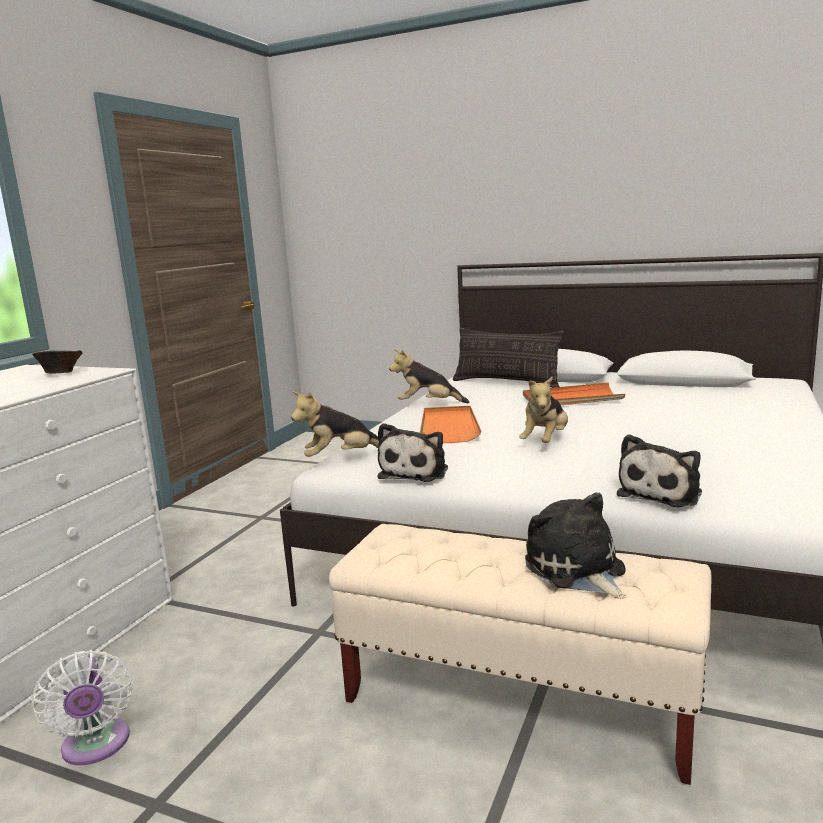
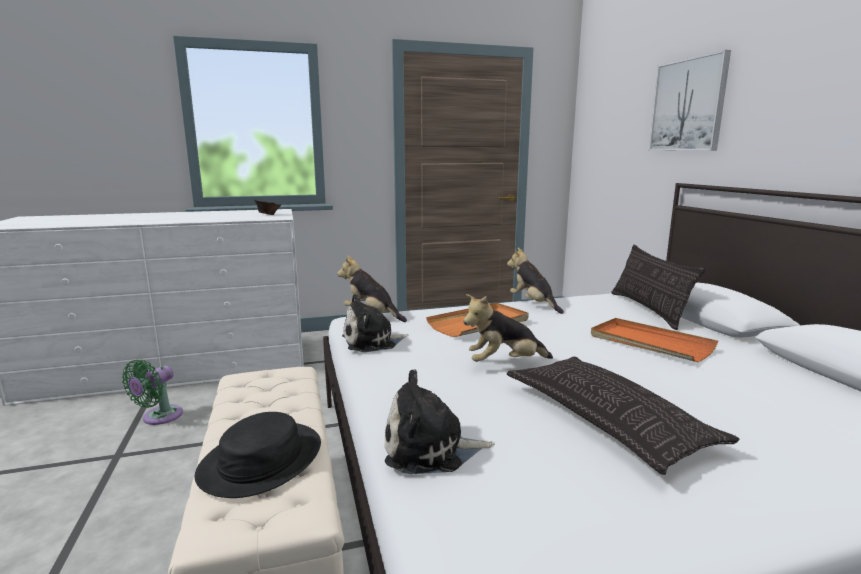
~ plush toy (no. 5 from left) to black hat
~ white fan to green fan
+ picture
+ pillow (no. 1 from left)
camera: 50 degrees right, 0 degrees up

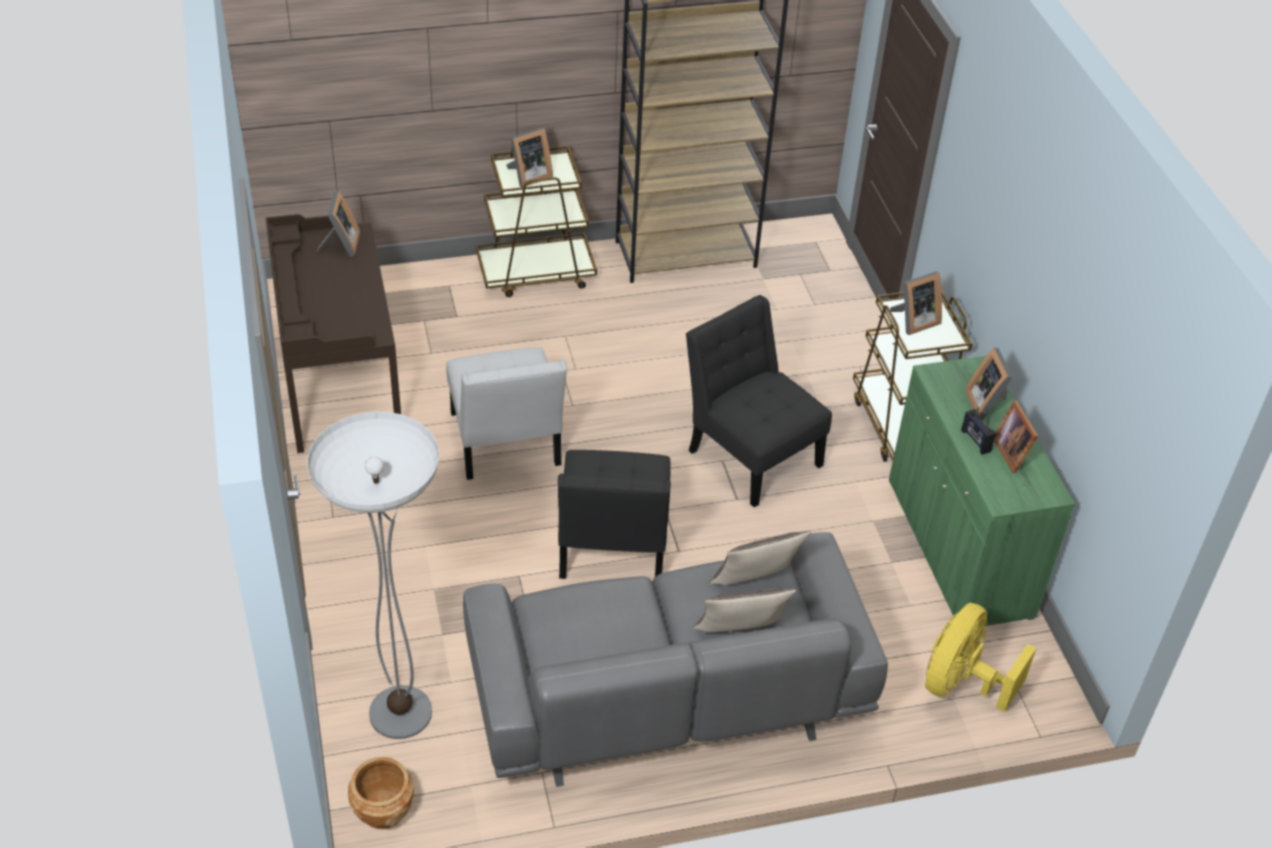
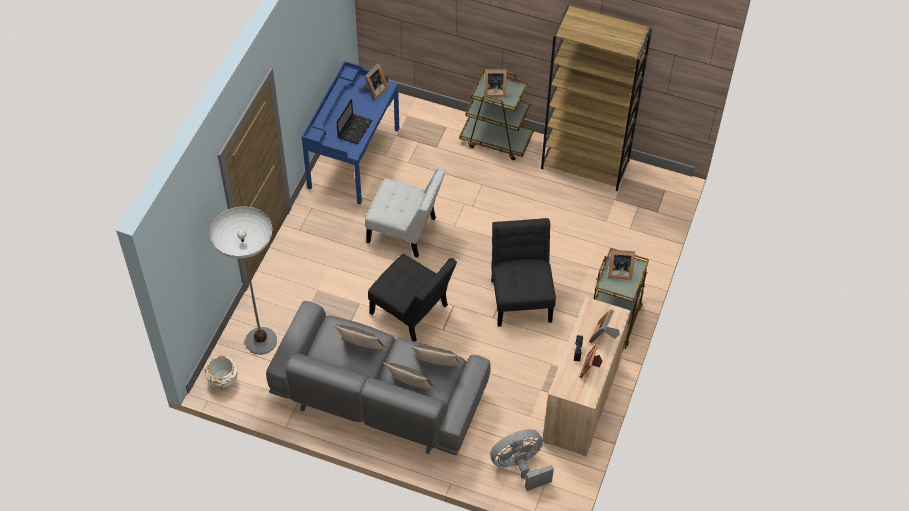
~ brown desk to blue desk
~ white chair 90 degrees counterclockwise
~ green cabinet to beige cabinet
~ black chair (no. 1 from left) 90 degrees counterclockwise
~ yellow fan to grey fan
~ brown planter to white planter
+ laptop
+ pillow (no. 1 from left)
camera: 35 degrees right, 10 degrees up

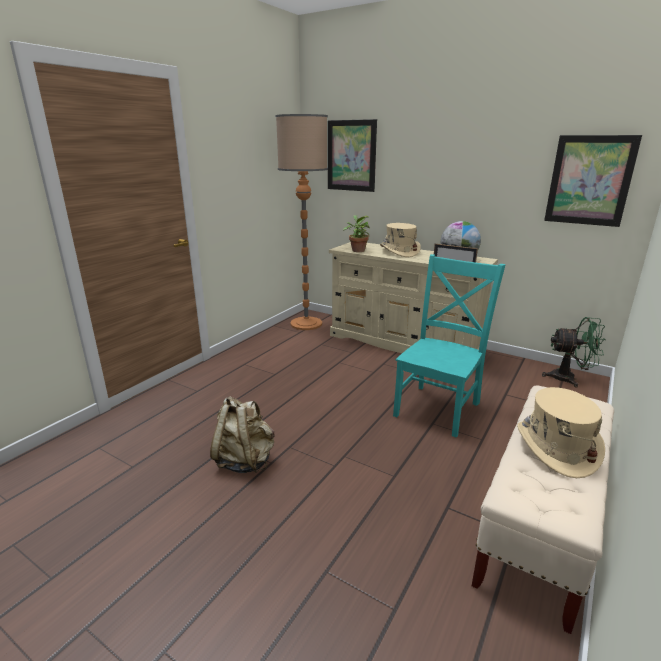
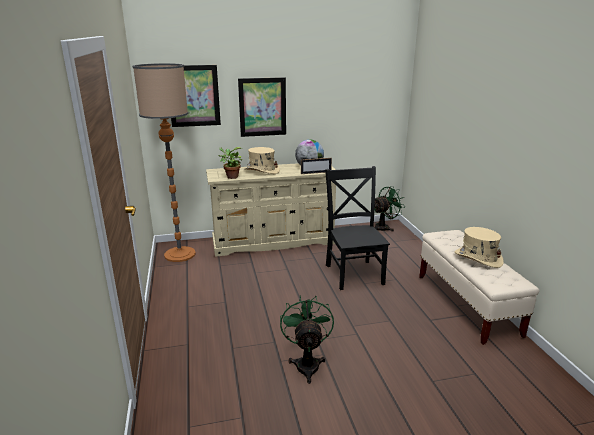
~ picture (no. 2 from left)
~ turquoise chair to black chair
~ beige backpack to green fan (no. 1 from left)
camera: 45 degrees left, 0 degrees up

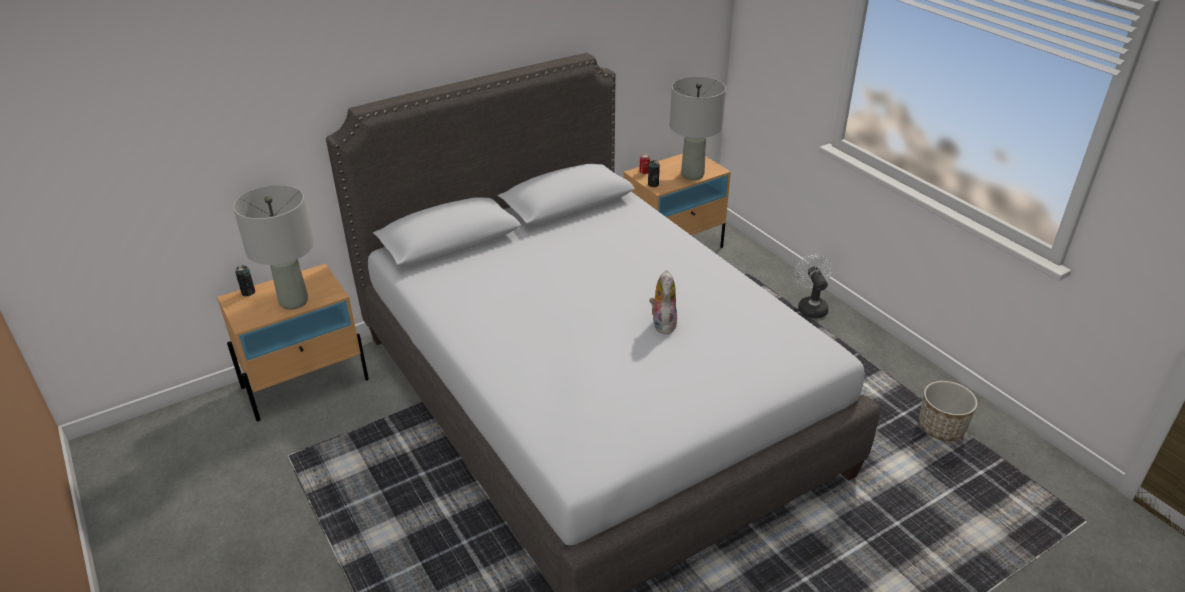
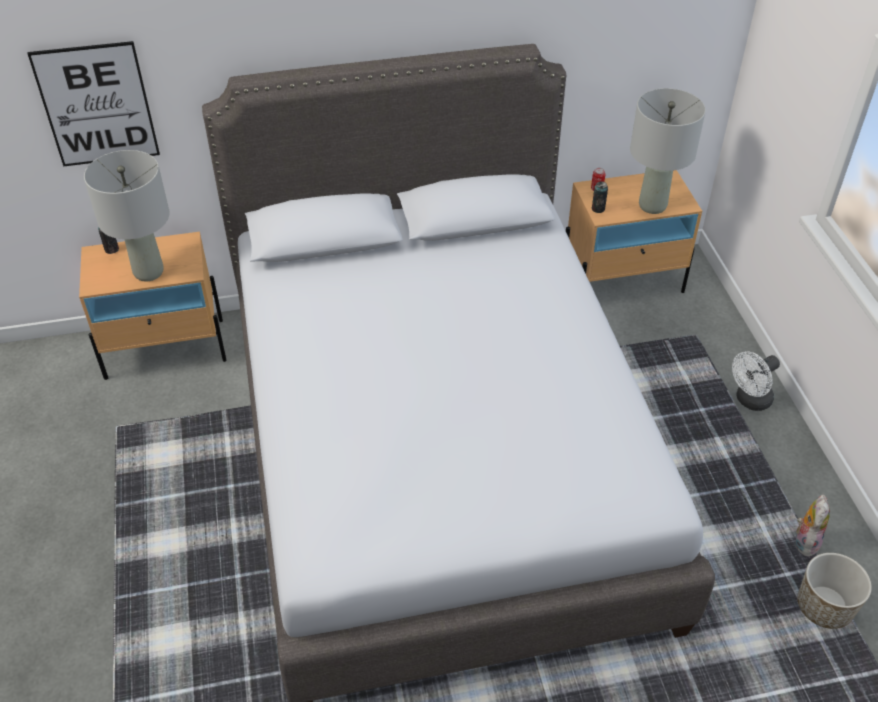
~ white fan 135 degrees counterclockwise
~ plush toy
+ picture
camera: 20 degrees right, 10 degrees up

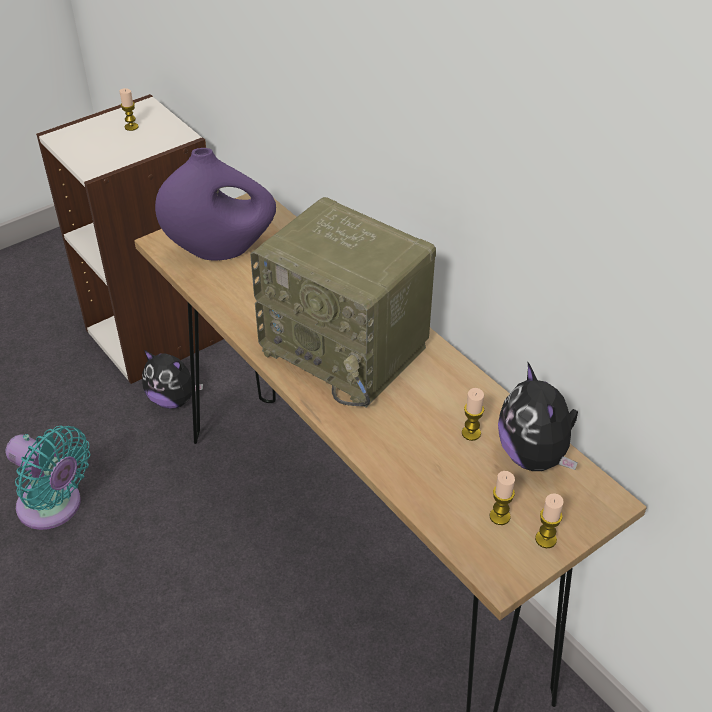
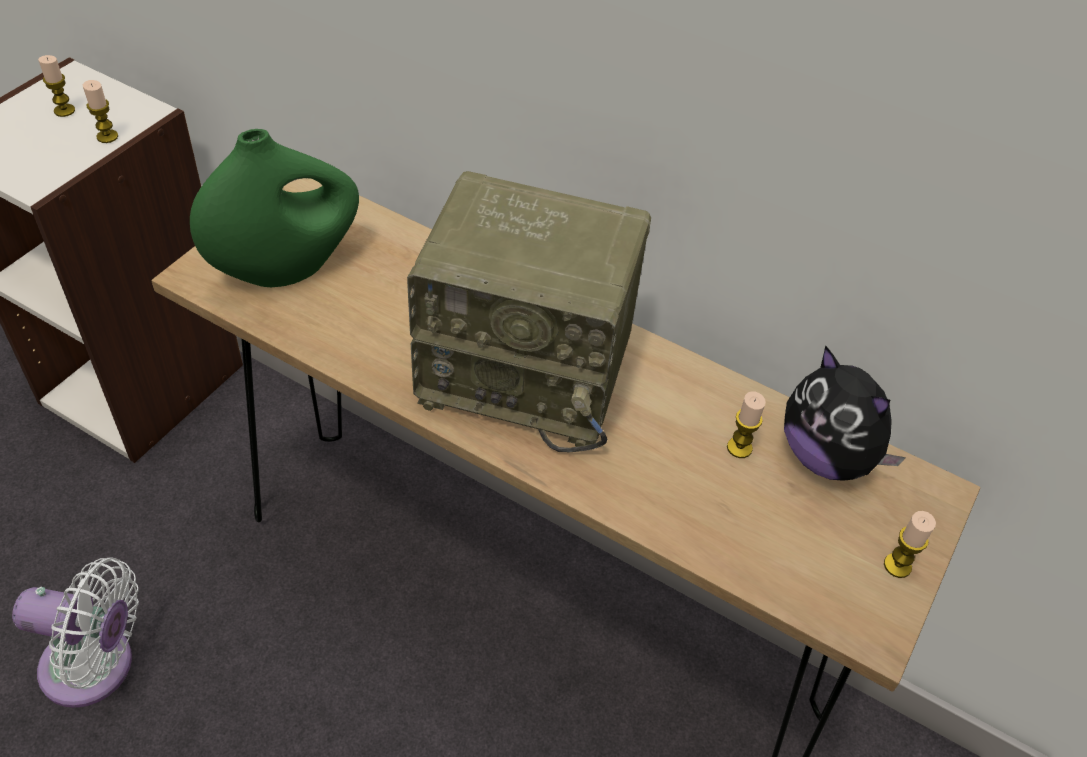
~ purple vase to green vase
- plush toy (no. 1 from left)
~ turquoise fan to white fan
~ candle (no. 3 from left in the first image) to candle (no. 2 from left)
camera: 25 degrees left, 5 degrees up

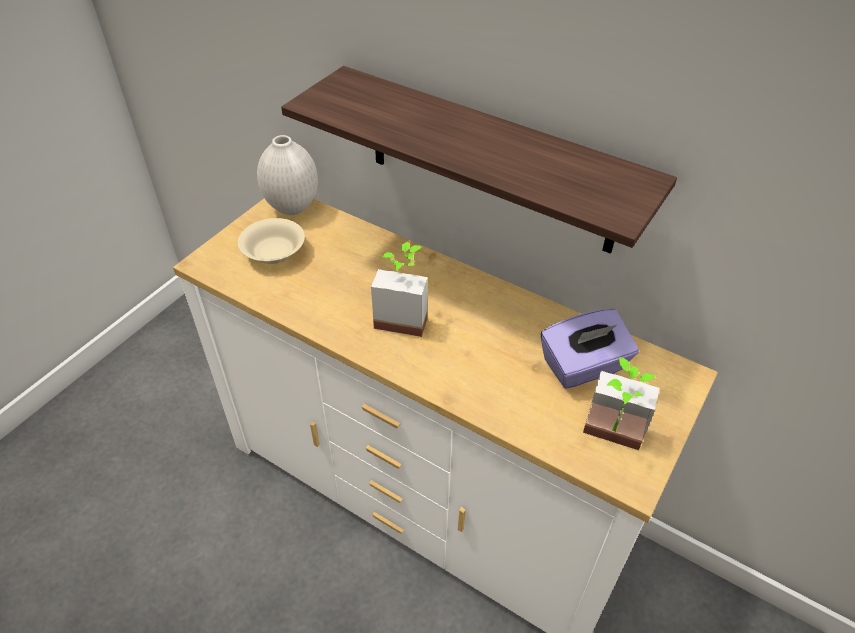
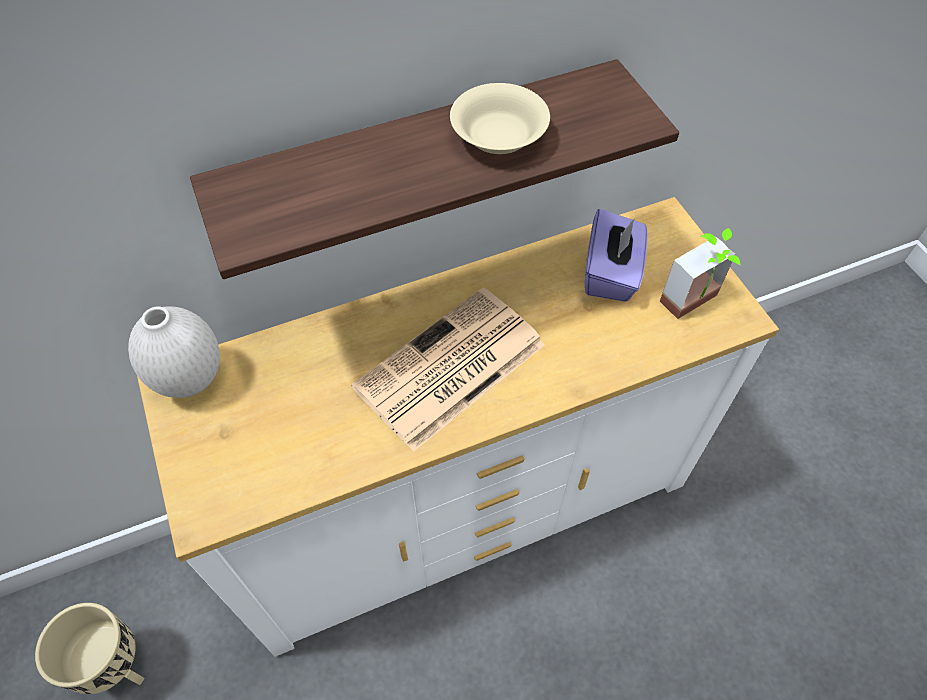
~ beige bowl
~ potted plant (no. 1 from left) to newspaper
+ beige planter
camera: 55 degrees left, 10 degrees up

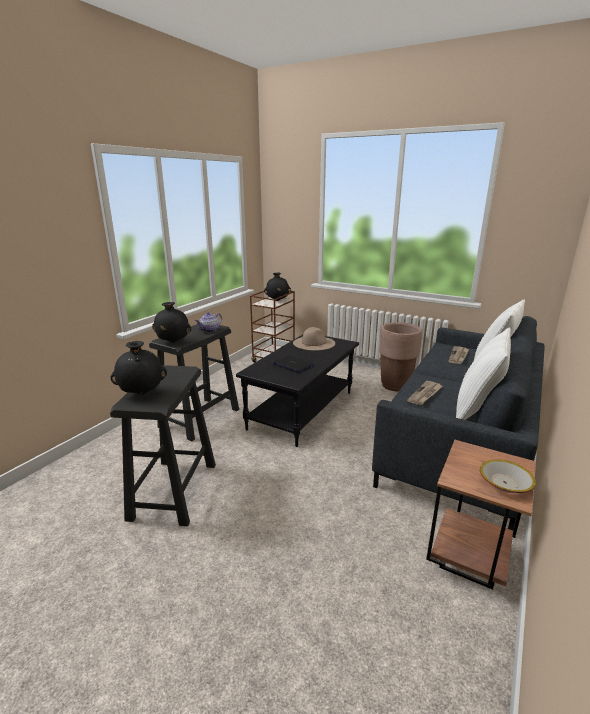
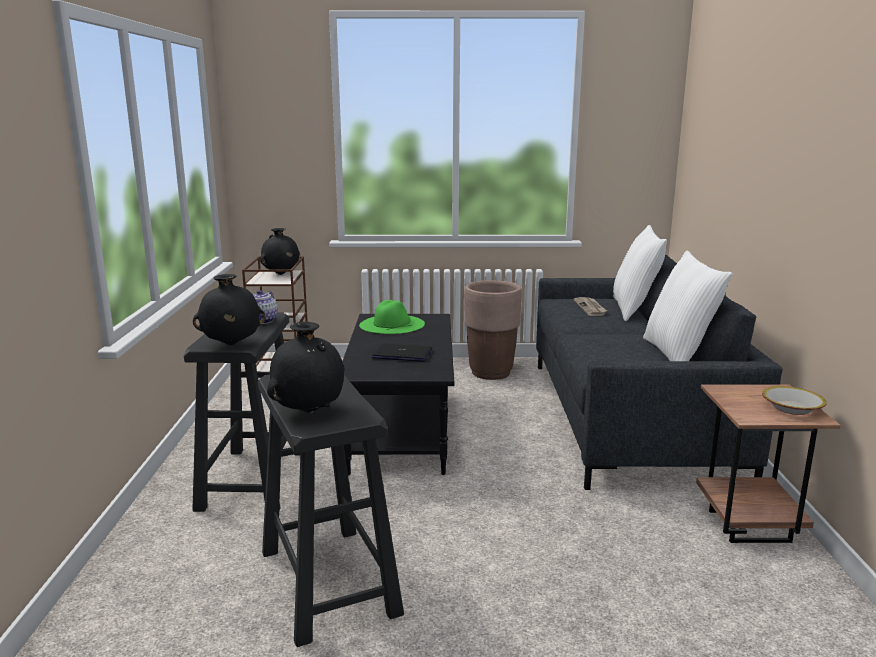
~ beige hat to green hat
- newspaper (no. 1 from left)
camera: 30 degrees left, 5 degrees down

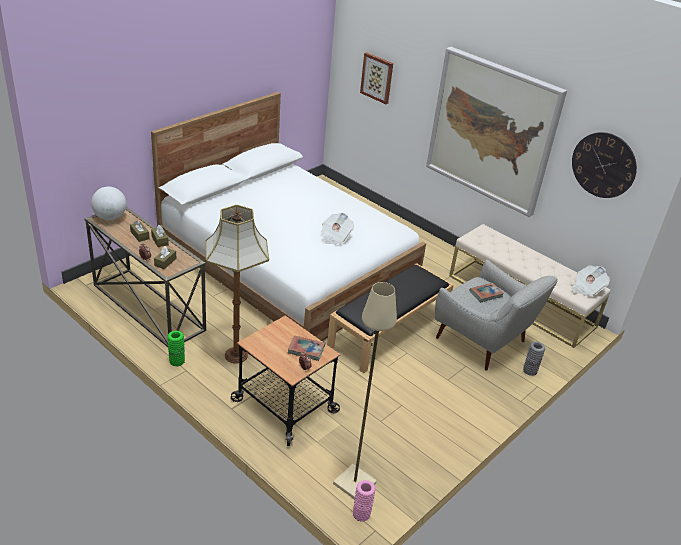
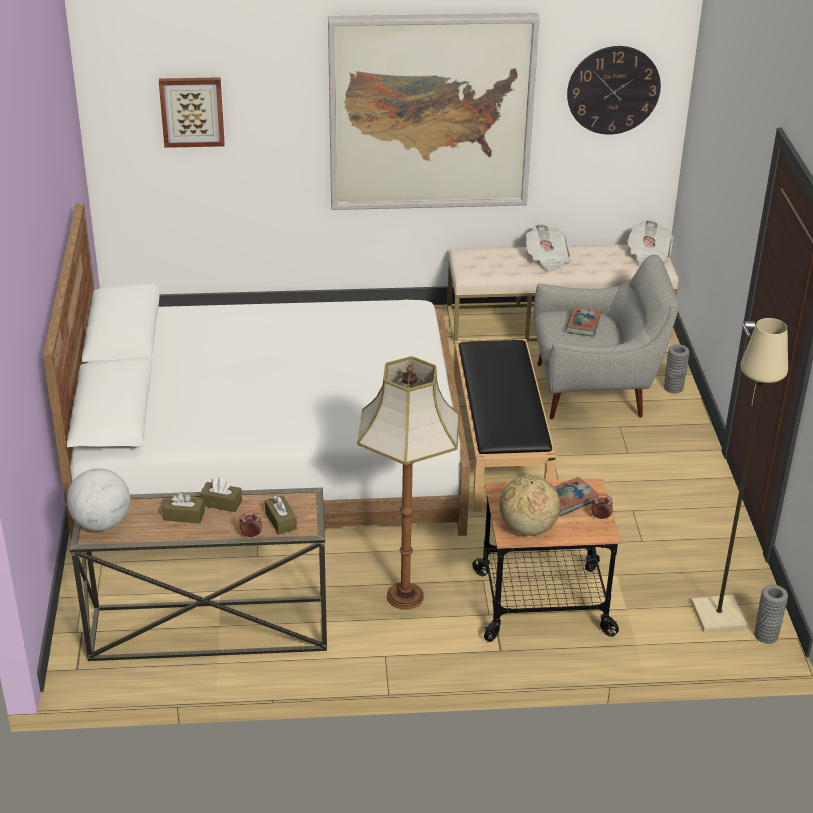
~ newspaper (no. 1 from left)
- green vase
~ pink vase to grey vase (no. 2 from left)
+ globe (no. 2 from left)
camera: 45 degrees left, 0 degrees up

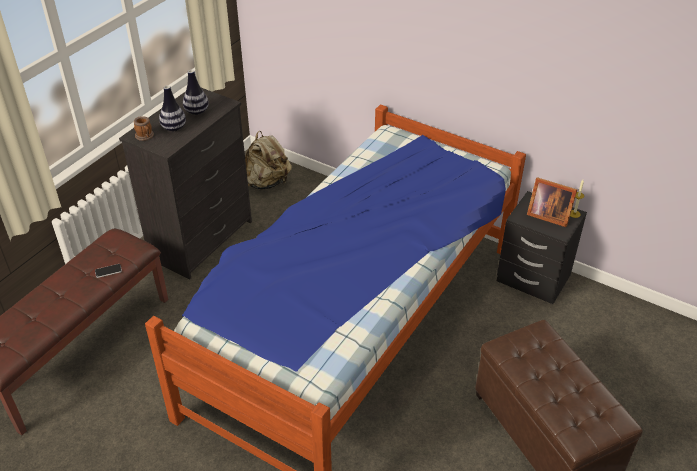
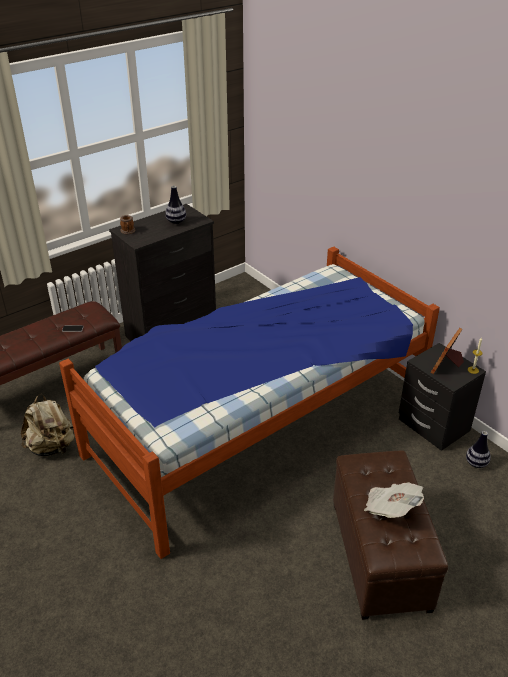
~ vase (no. 1 from left in the first image) to vase (no. 2 from left)
~ beige backpack
~ picture frame 75 degrees clockwise
+ newspaper
camera: 20 degrees right, 5 degrees down

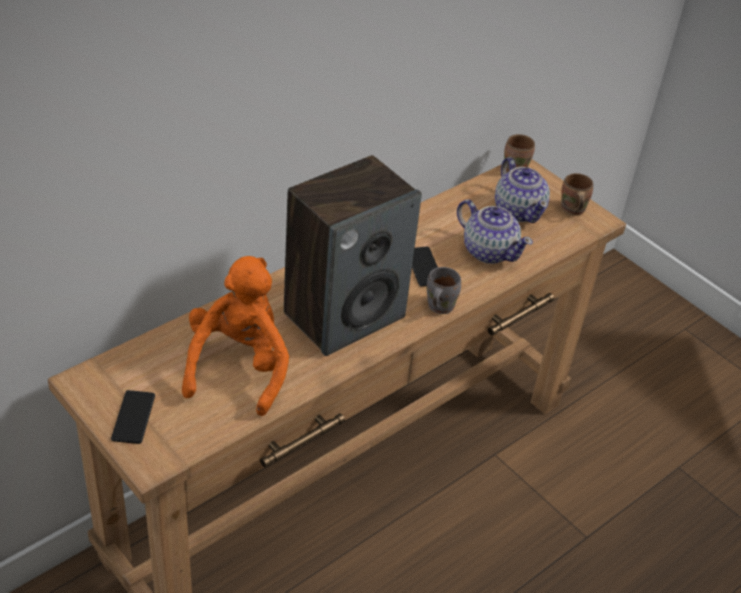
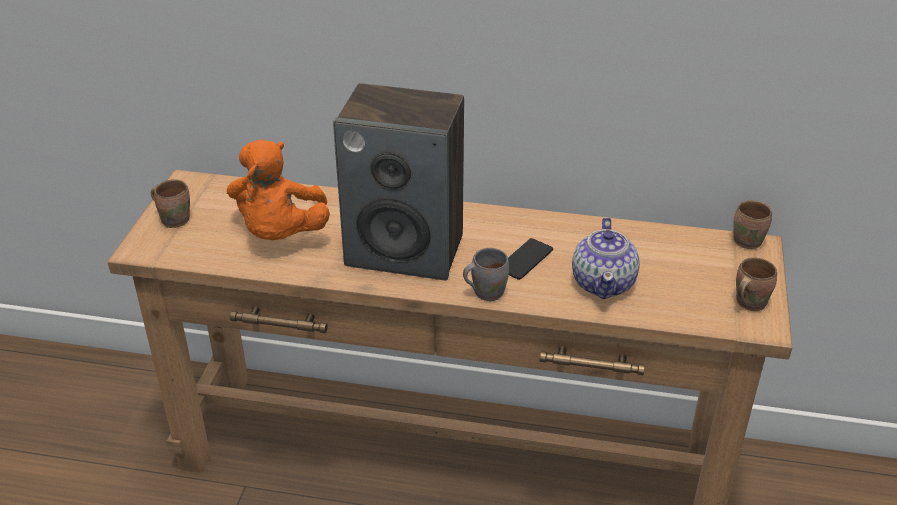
- teapot (no. 2 from left)
~ orange plush toy 120 degrees clockwise
~ phone (no. 1 from left) to brown mug (no. 1 from left)
camera: 55 degrees right, 5 degrees down

